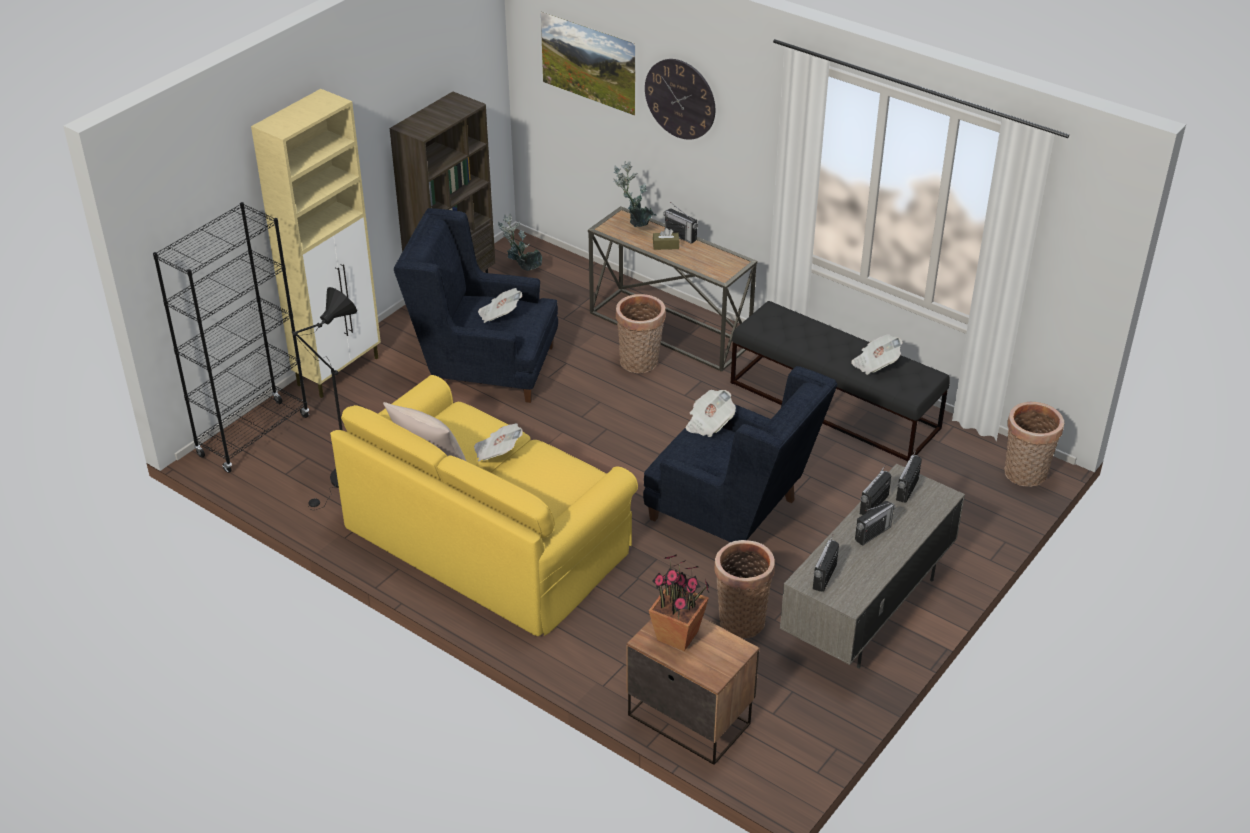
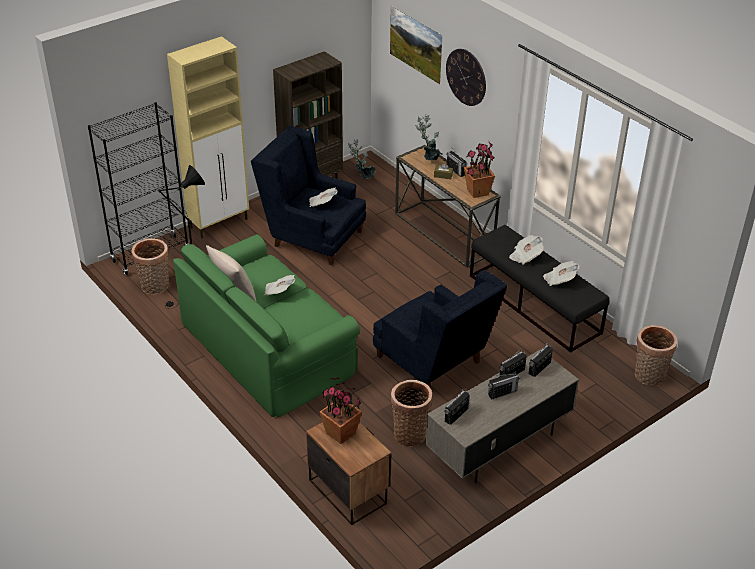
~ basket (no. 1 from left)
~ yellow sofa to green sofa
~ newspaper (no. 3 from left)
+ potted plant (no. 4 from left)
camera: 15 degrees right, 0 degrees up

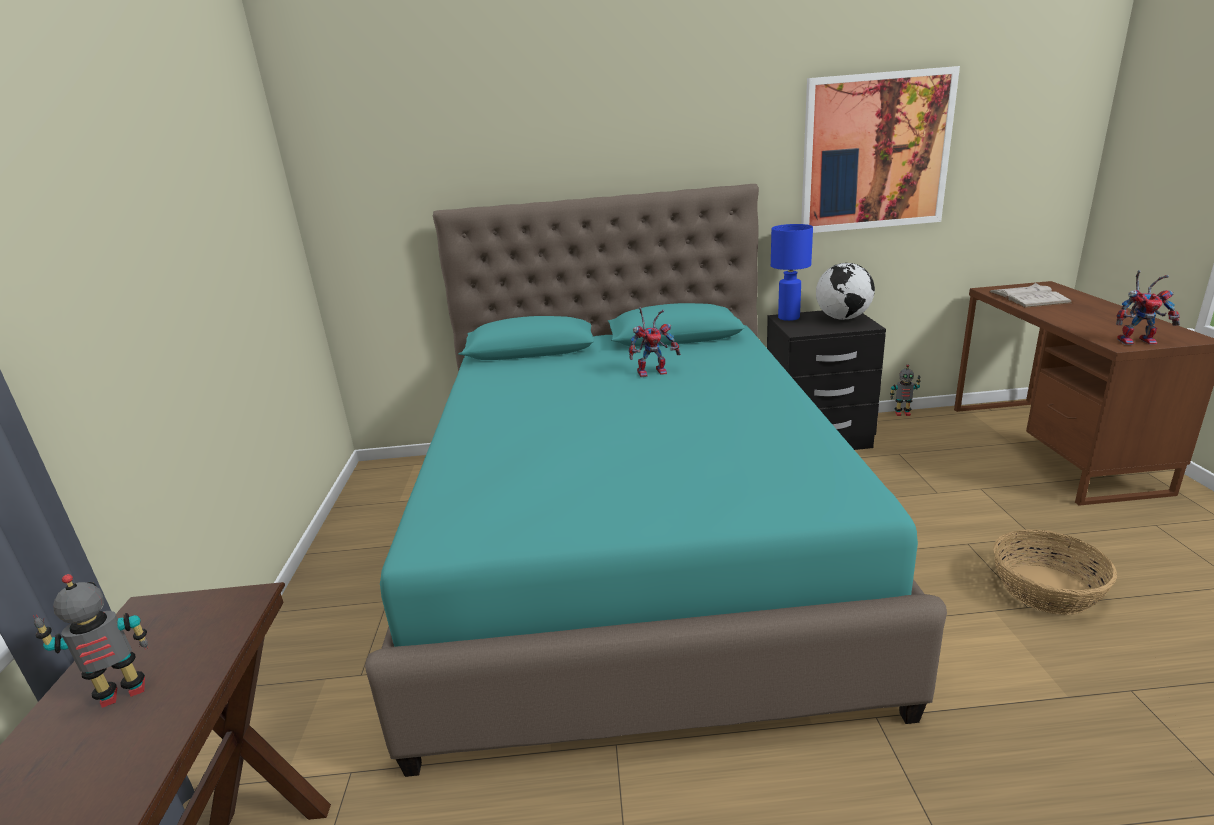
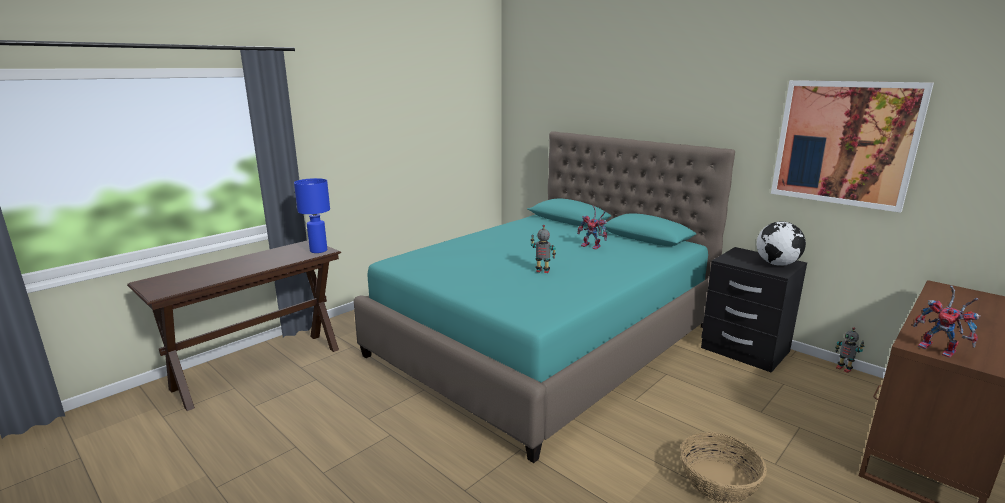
~ blue table lamp
- white book
~ toy robot (no. 1 from left)
camera: 45 degrees right, 5 degrees down

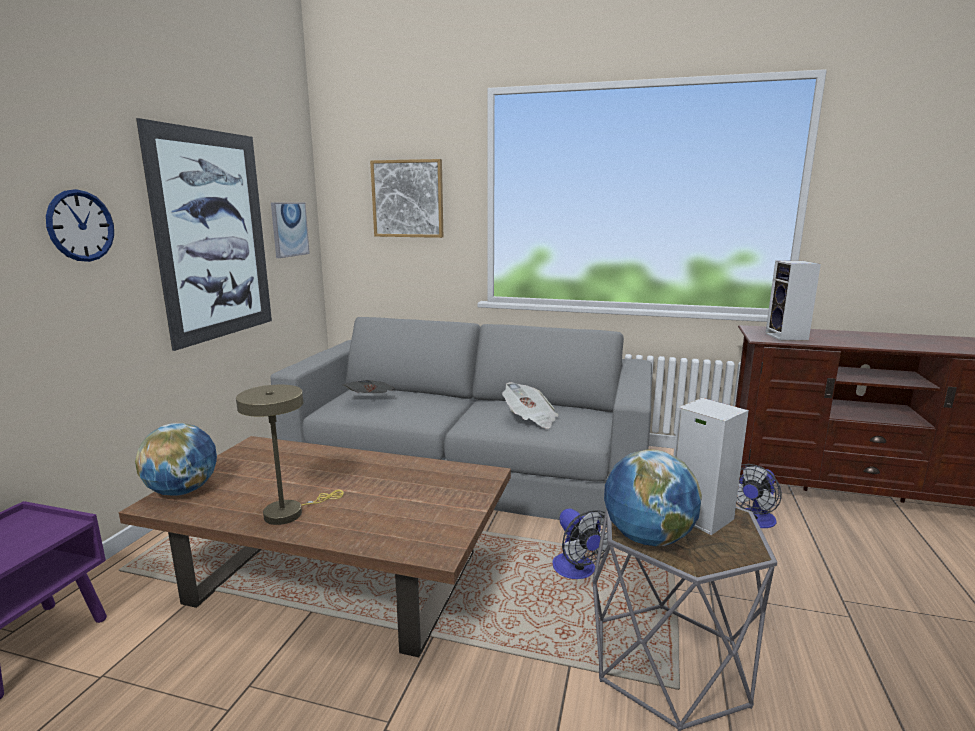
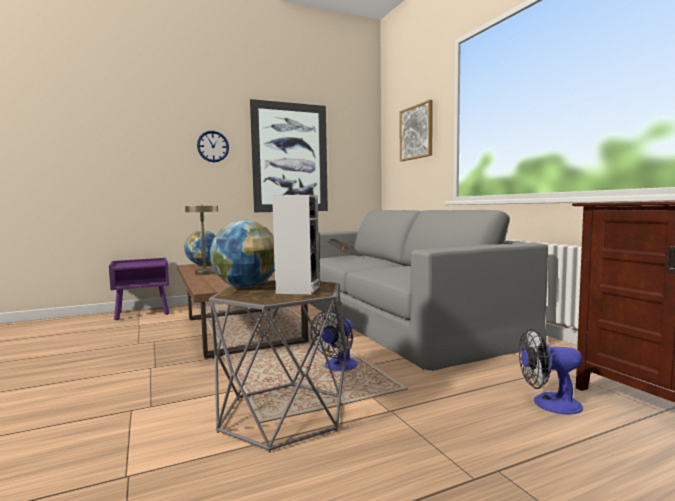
- picture (no. 2 from left)
- speaker (no. 2 from left)
- newspaper (no. 2 from left)
camera: 50 degrees right, 10 degrees down

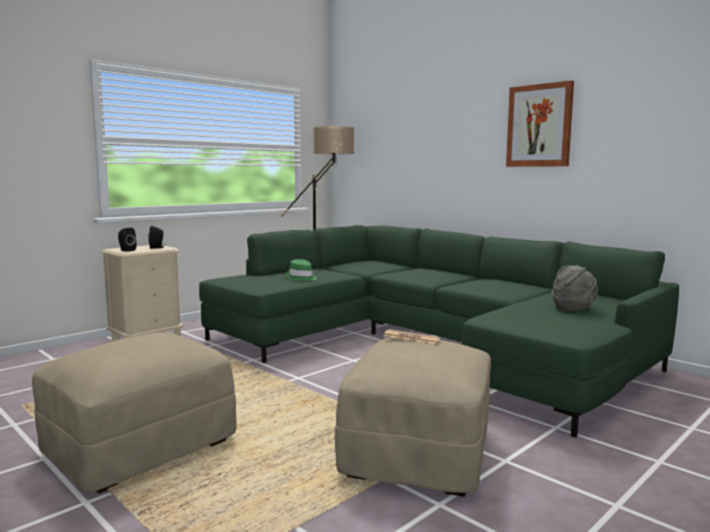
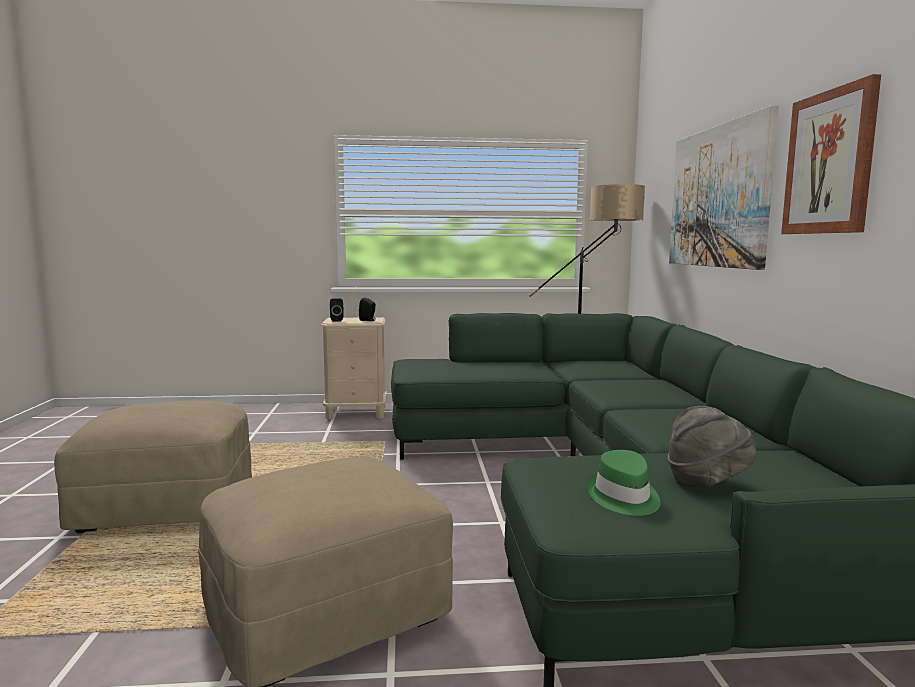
~ green hat
- newspaper
+ picture (no. 1 from left)
camera: 40 degrees right, 0 degrees up

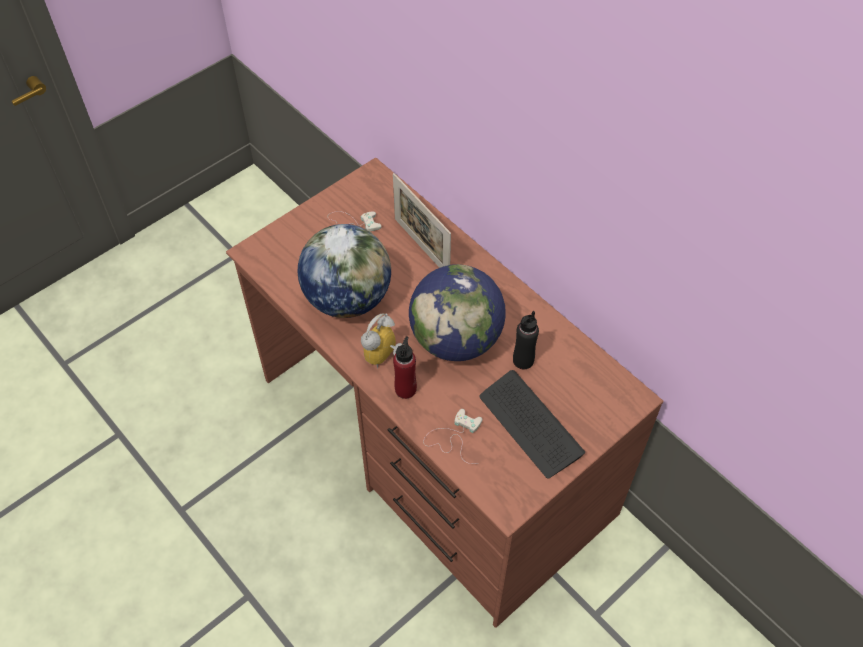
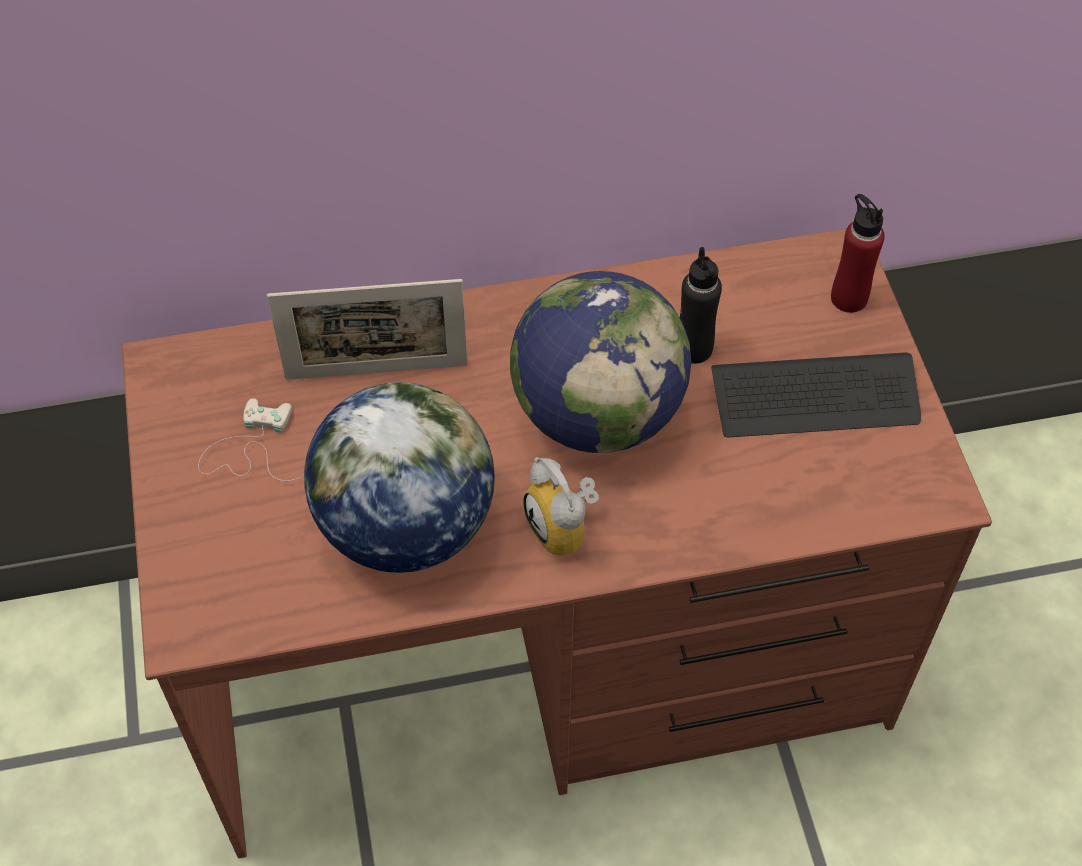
~ red bottle
- white game controller (no. 2 from left)
camera: 60 degrees left, 0 degrees up

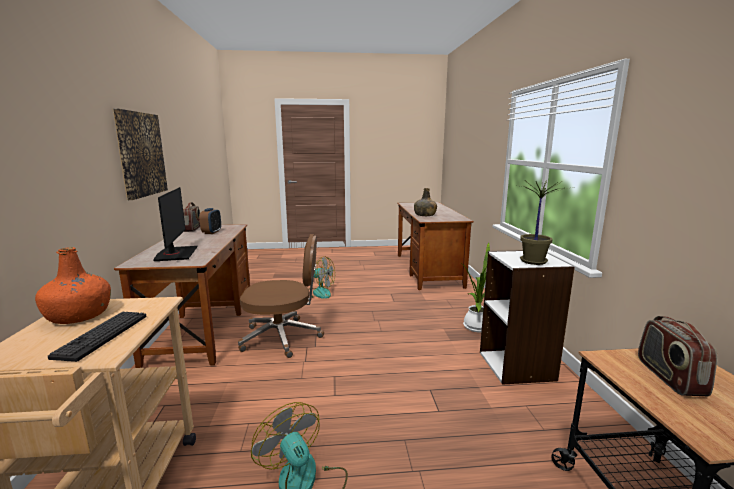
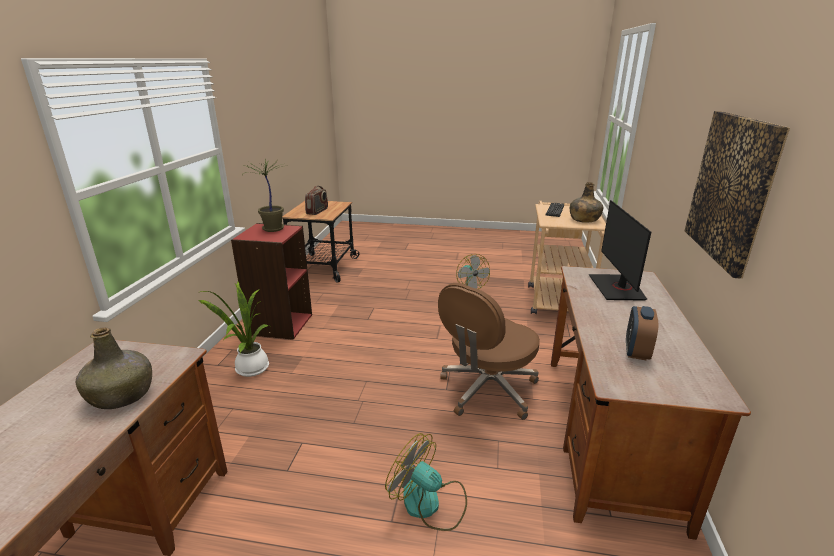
- radio (no. 1 from left)
~ brown office chair 60 degrees counterclockwise
~ orange bottle to green bottle (no. 2 from left)
~ white bookcase to red bookcase
camera: 165 degrees left, 10 degrees up

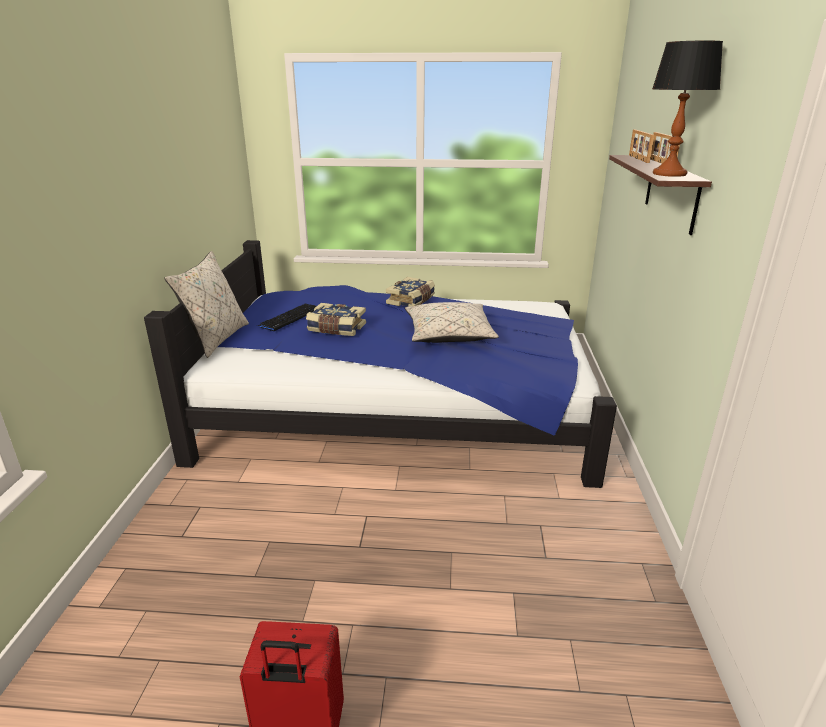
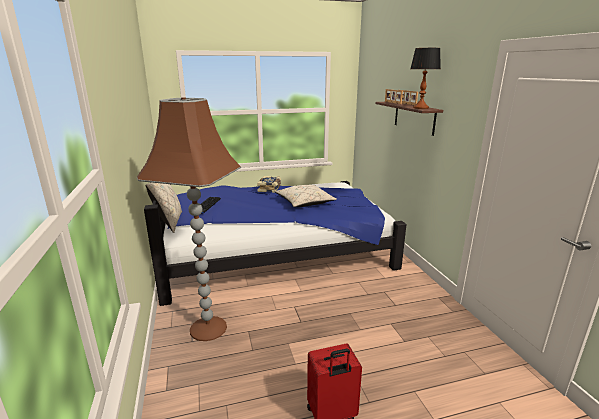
- book (no. 1 from left)
+ brown floor lamp
camera: 20 degrees left, 5 degrees down

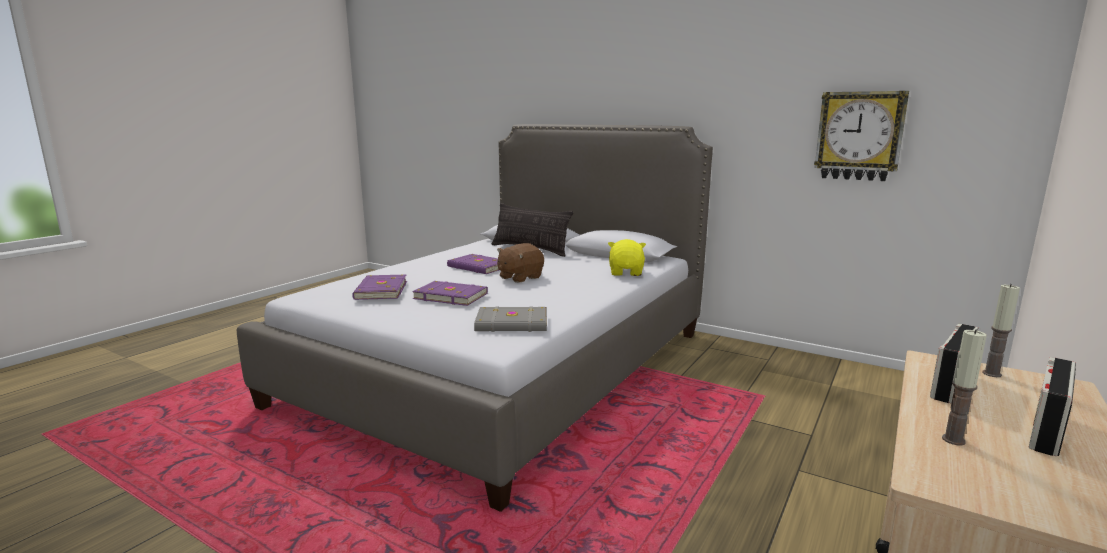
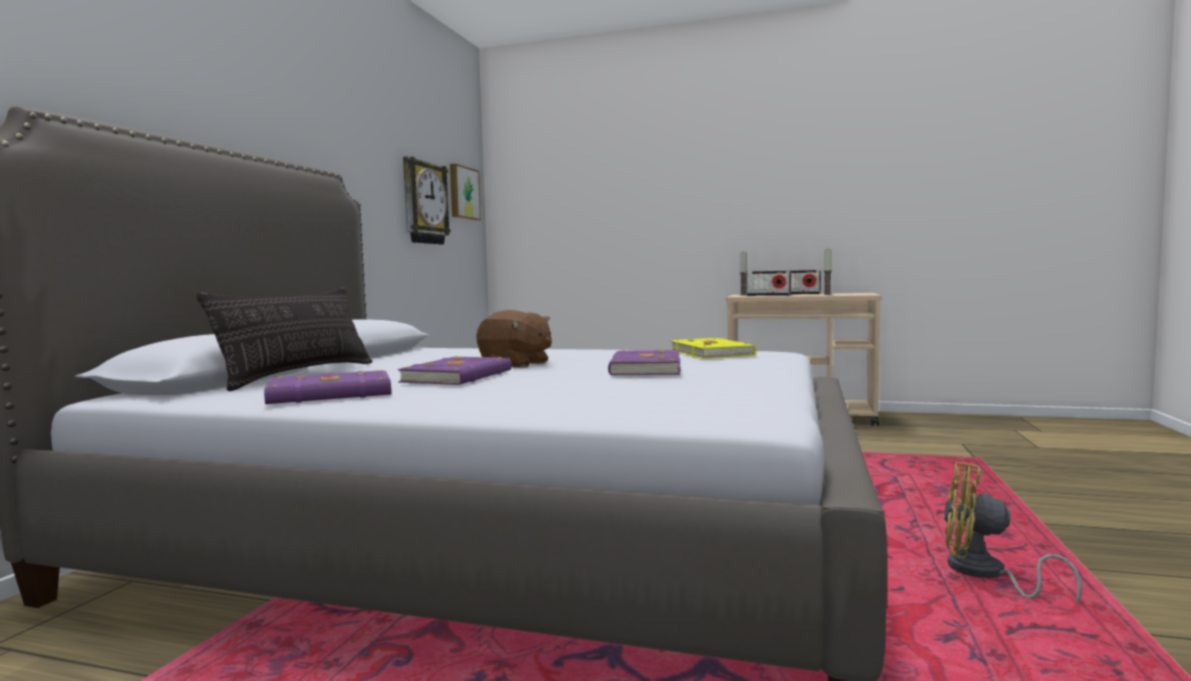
- yellow plush toy
~ purple book (no. 1 from left)
~ grey book to yellow book
+ picture
+ yellow fan
camera: 105 degrees left, 10 degrees down

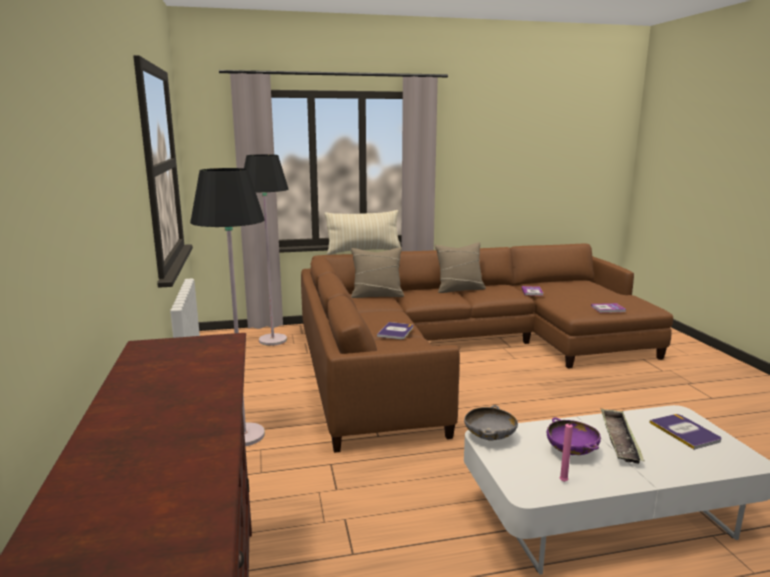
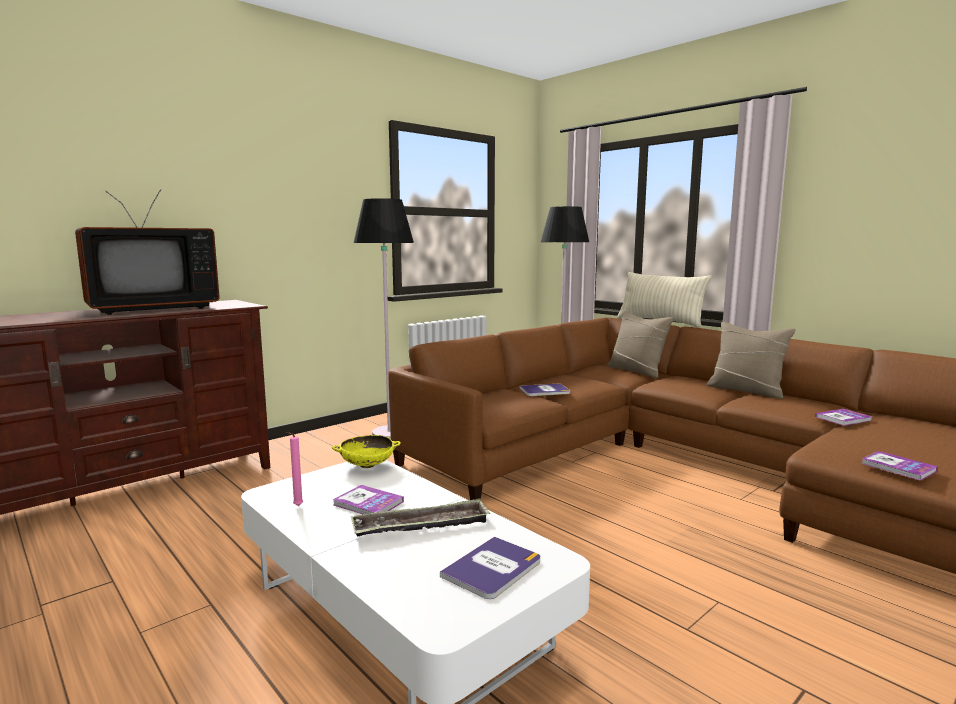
~ grey bowl to yellow bowl
~ purple bowl to book (no. 1 from left)
+ television
camera: 60 degrees right, 5 degrees down

